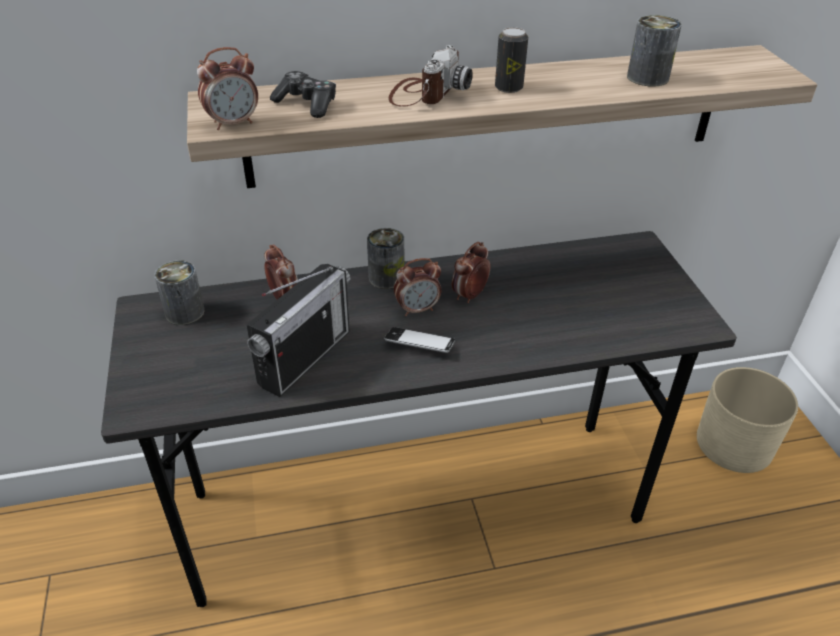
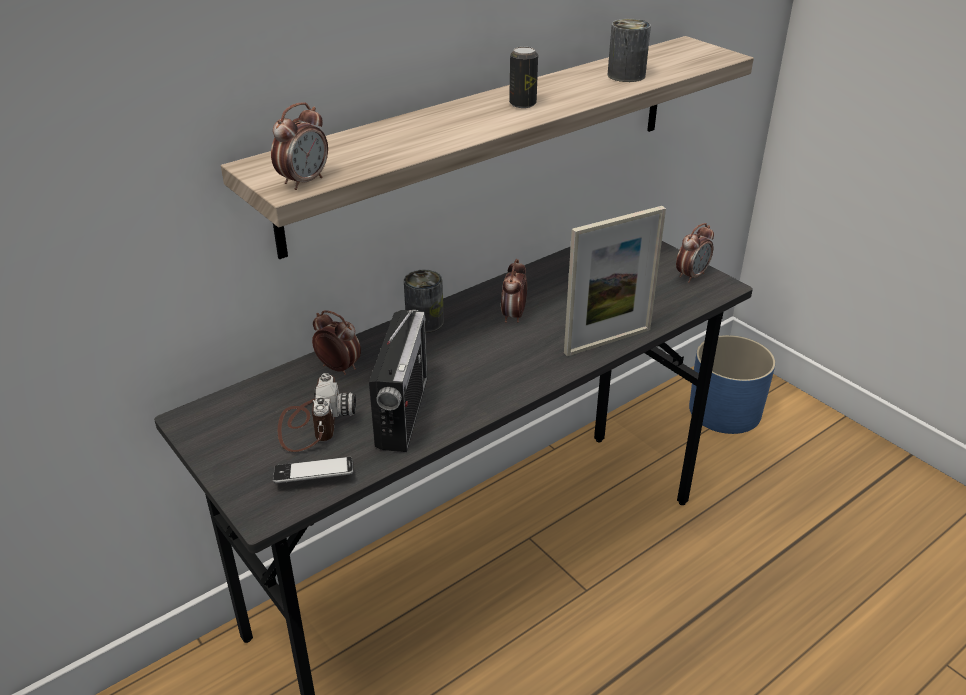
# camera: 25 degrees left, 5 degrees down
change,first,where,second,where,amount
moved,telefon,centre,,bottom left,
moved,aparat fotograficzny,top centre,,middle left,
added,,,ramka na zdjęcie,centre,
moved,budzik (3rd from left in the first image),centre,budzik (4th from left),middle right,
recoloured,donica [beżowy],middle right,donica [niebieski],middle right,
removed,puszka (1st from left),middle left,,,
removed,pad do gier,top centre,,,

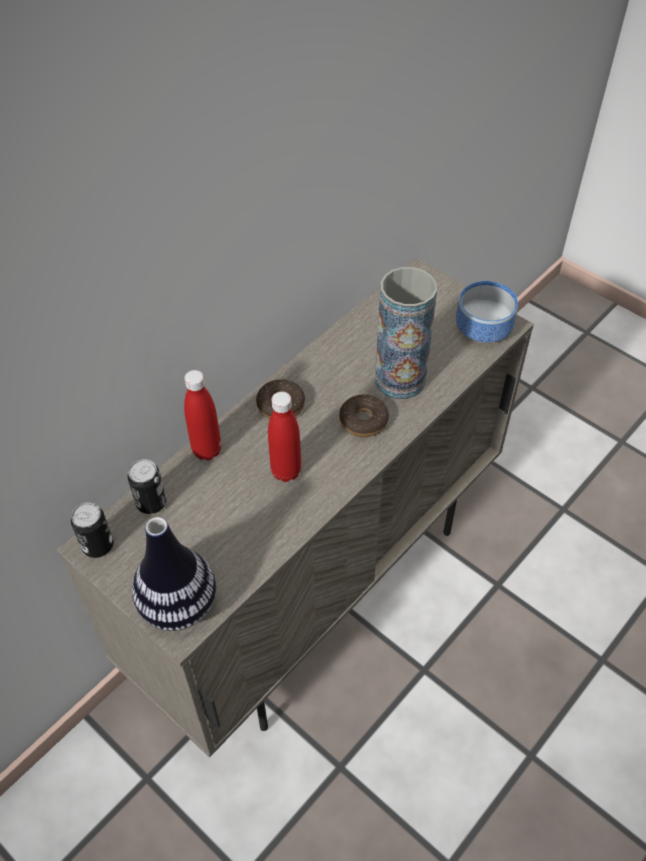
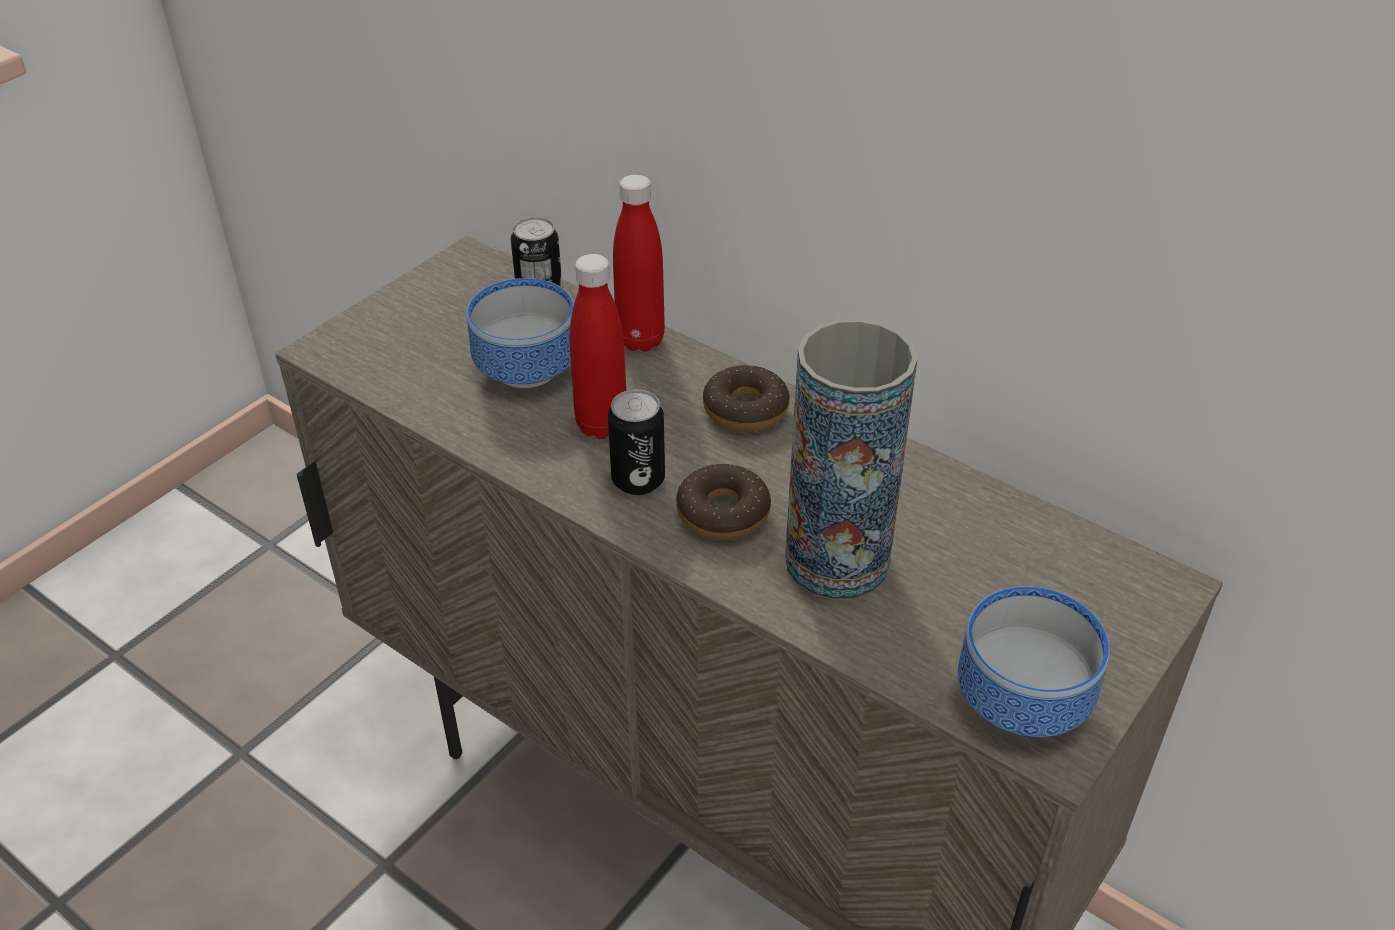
# camera: 85 degrees right, 10 degrees down
change,first,where,second,where,amount
added,,,miska (1st from left),centre,
moved,puszka (1st from left in the first image),middle left,puszka (2nd from left),centre,
removed,wazon (1st from left),bottom left,,,

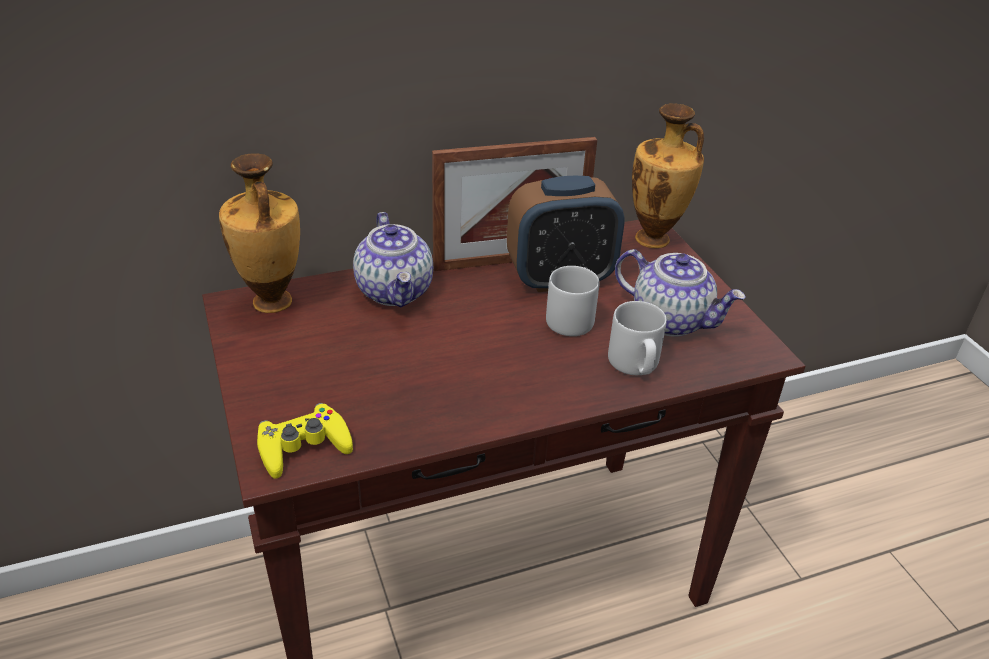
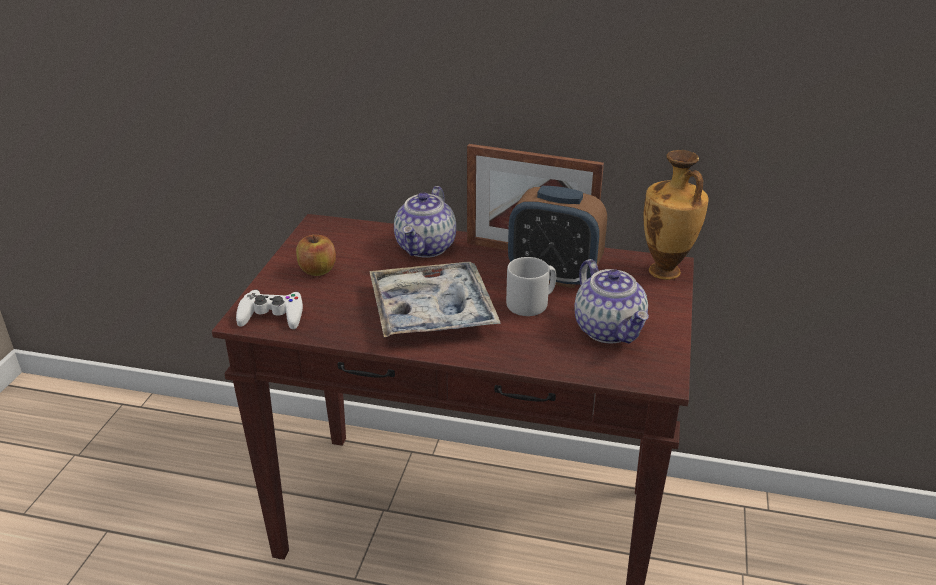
# camera: 35 degrees right, 5 degrees down
change,first,where,second,where,amount
recoloured,pad do gier [żółty],bottom left,pad do gier [biały],middle left,
added,,,jabłko,centre,
added,,,taca,centre,
removed,wazon (1st from left),middle left,,,
removed,kubek [szary] (2nd from left),centre,,,

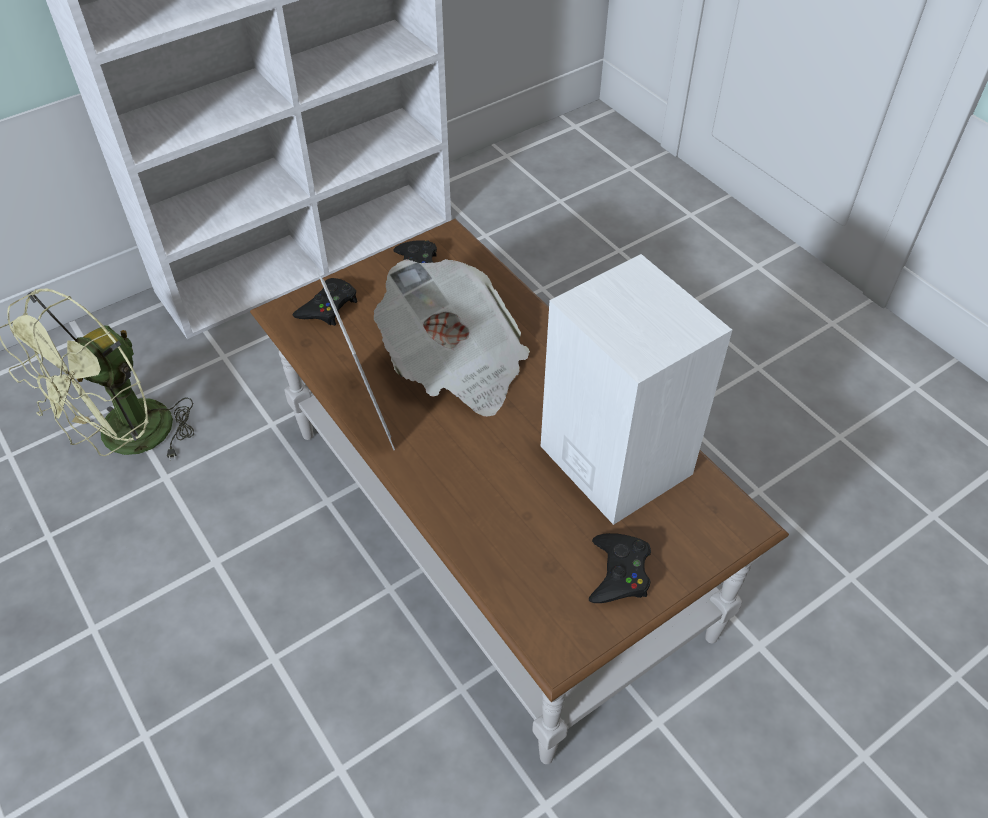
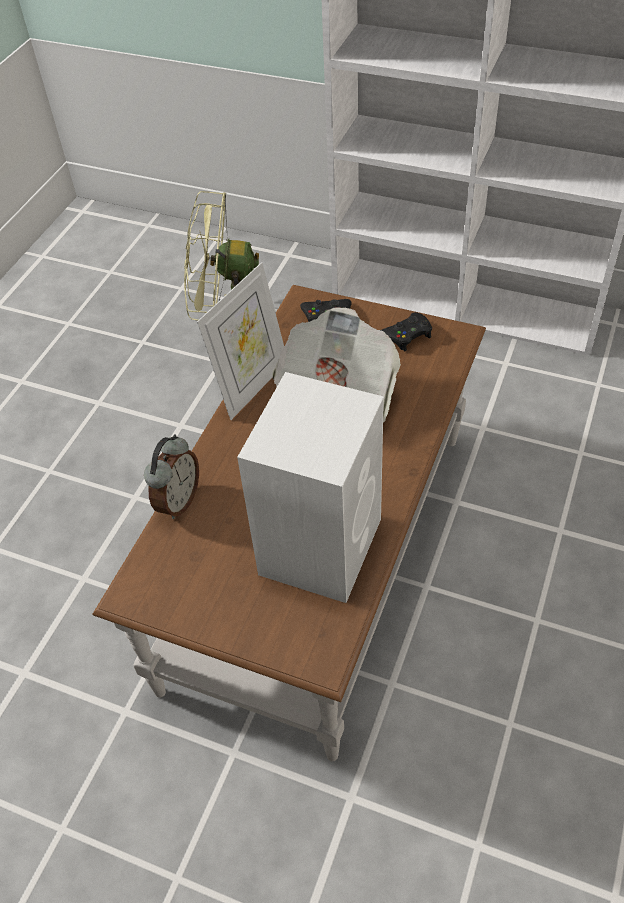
# camera: 60 degrees right, 0 degrees up
change,first,where,second,where,amount
added,,,budzik,middle left,
removed,pad do gier [czarny] (3rd from left),bottom centre,,,

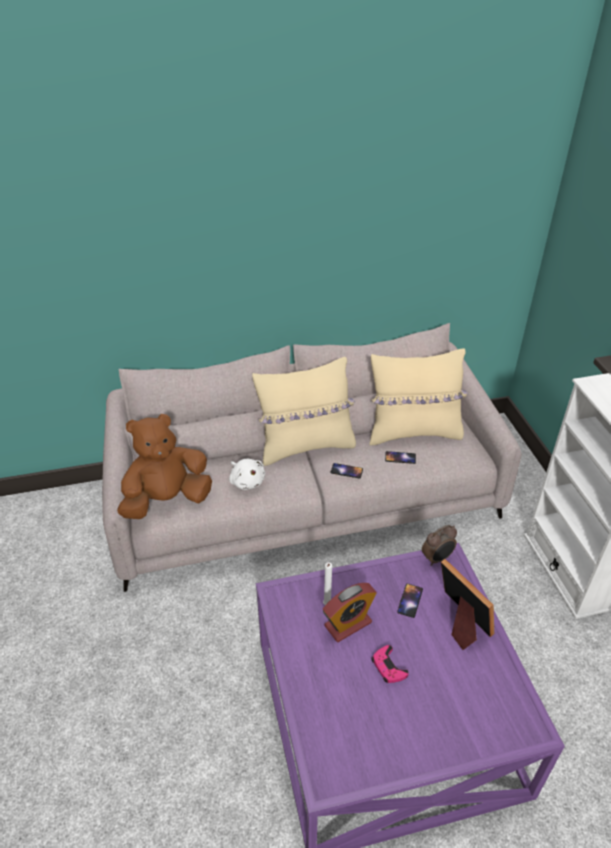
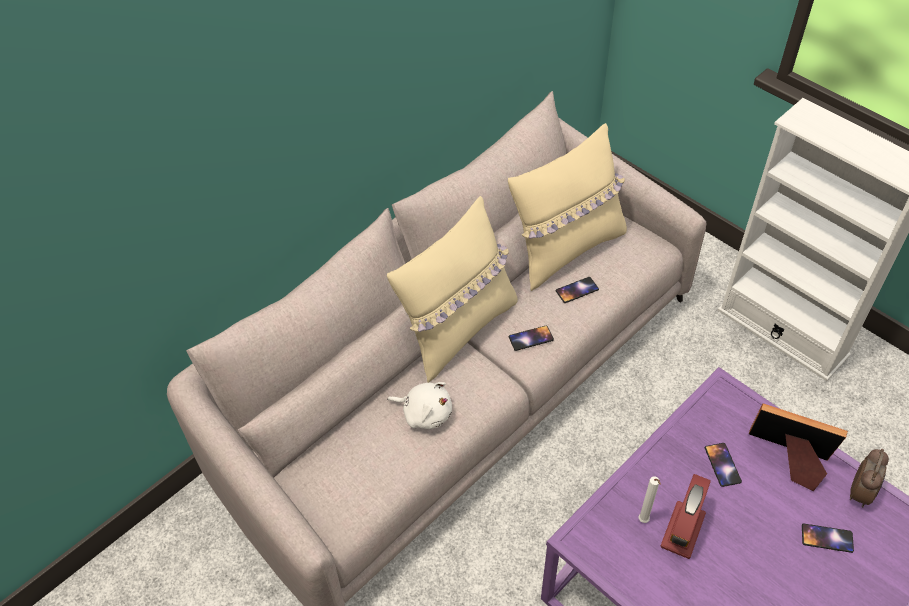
# camera: 30 degrees left, 10 degrees up
change,first,where,second,where,amount
added,,,telefon (4th from left),bottom right,
moved,budzik (2nd from left),middle right,,bottom right,
removed,pluszak [brązowy],middle left,,,
removed,pad do gier [różowy],bottom centre,,,

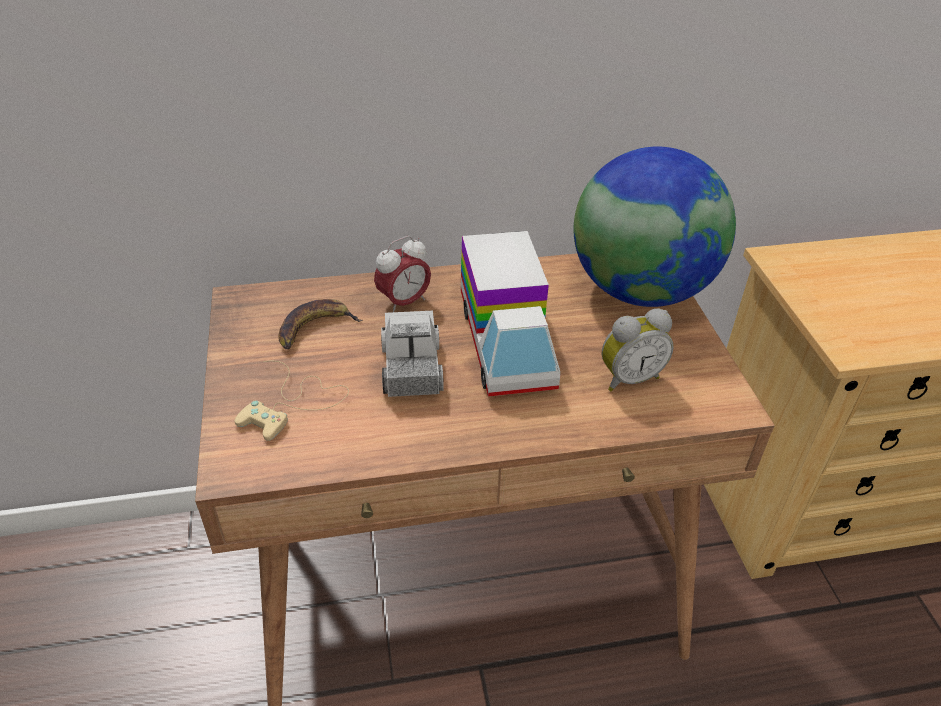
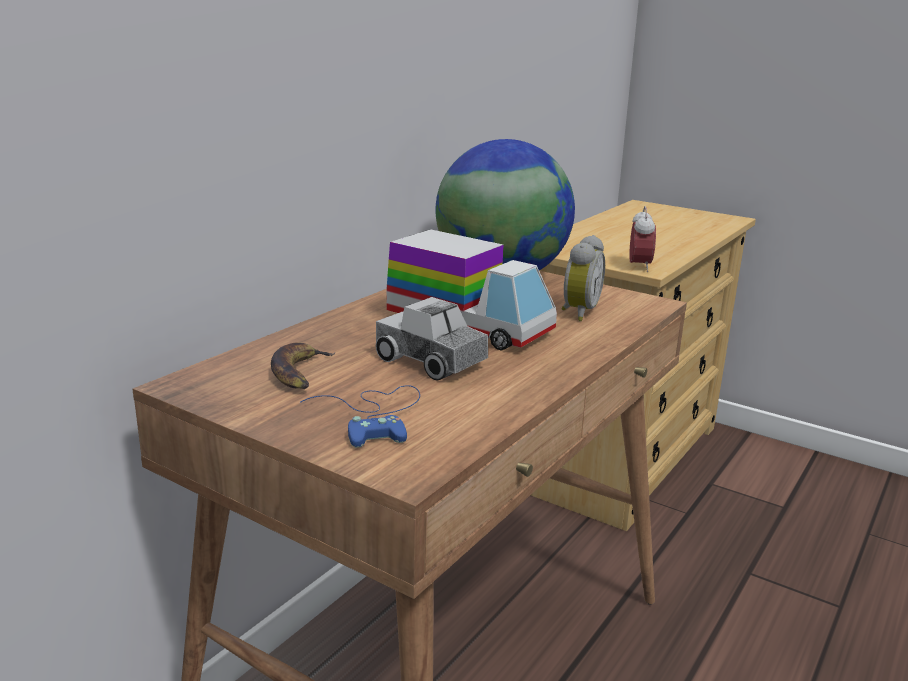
# camera: 45 degrees left, 20 degrees down
change,first,where,second,where,amount
recoloured,pad do gier [beżowy],middle left,pad do gier [niebieski],centre,
moved,budzik (1st from left in the first image),centre,budzik (2nd from left),middle right,

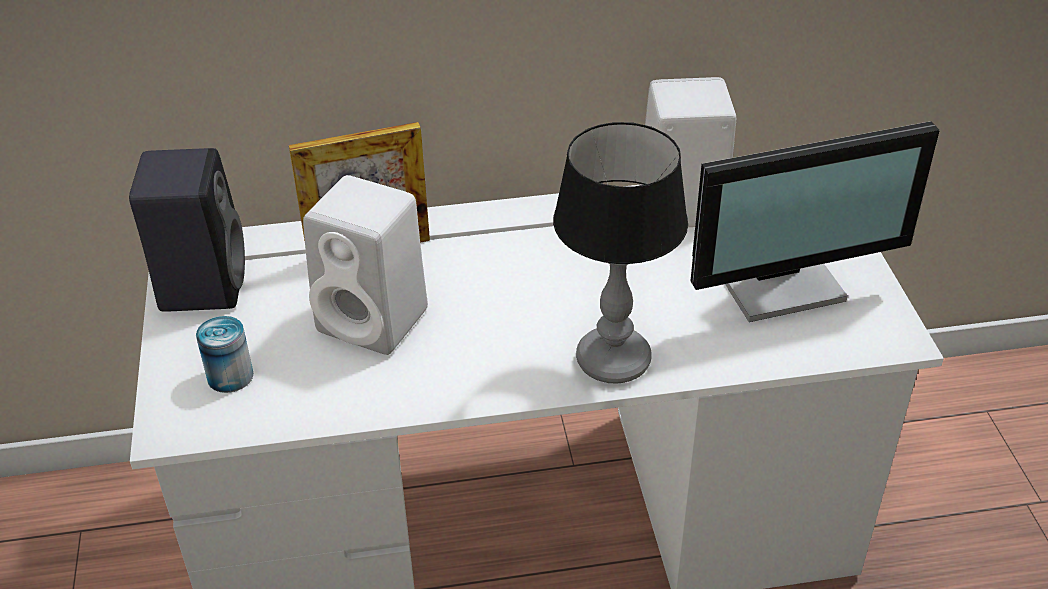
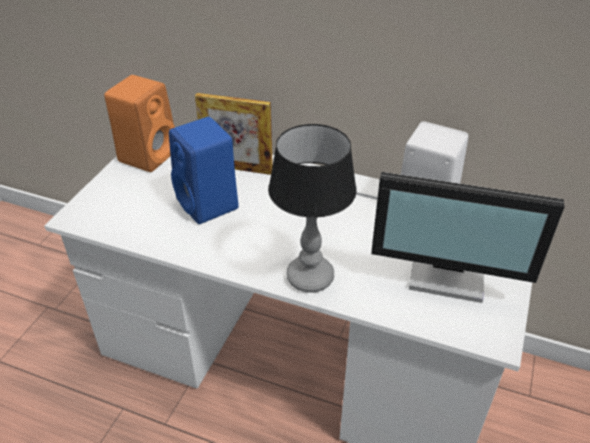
# camera: 30 degrees right, 0 degrees up
change,first,where,second,where,amount
recoloured,głośnik [czarny],middle left,głośnik [pomarańczowy],top left,
recoloured,głośnik [biały] (1st from left),centre,głośnik [niebieski],centre,
removed,puszka,middle left,,,

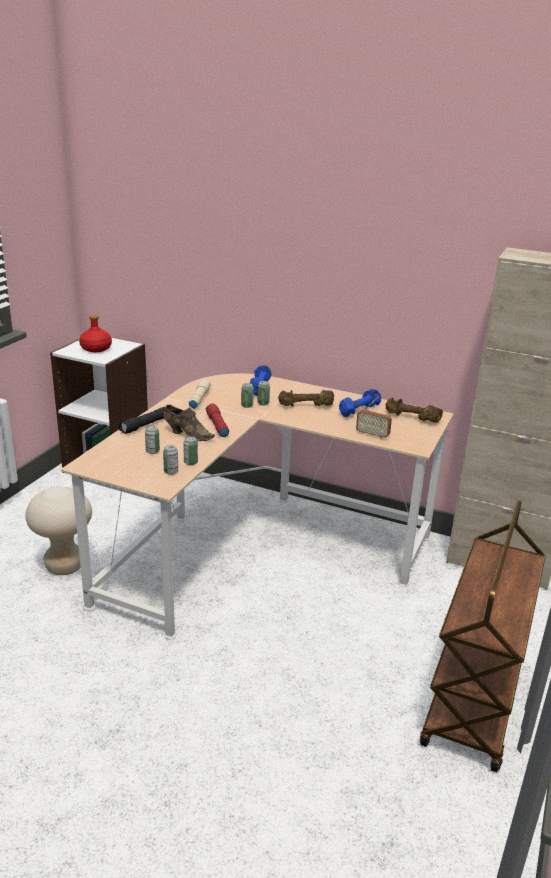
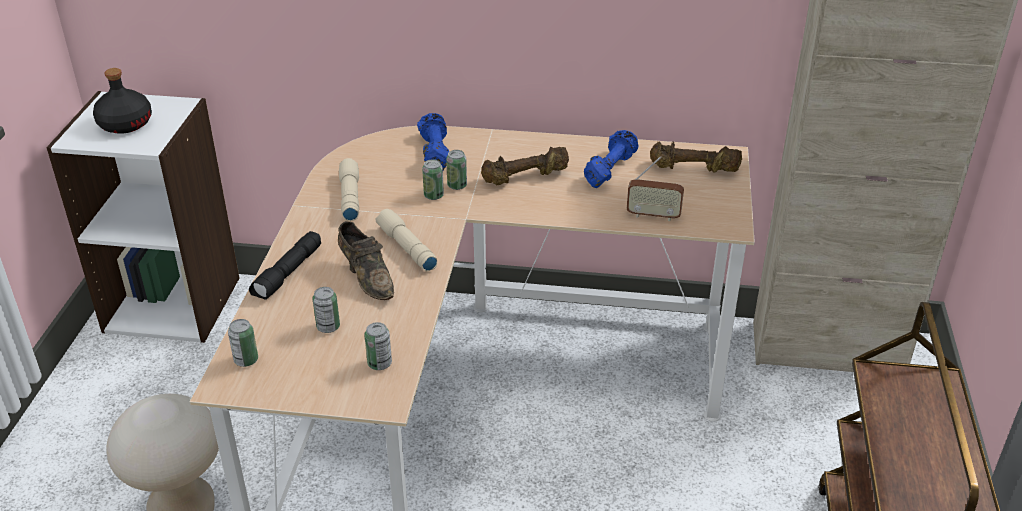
# camera: 15 degrees left, 10 degrees up
change,first,where,second,where,amount
recoloured,butelka [czerwony],middle left,butelka [czarny],top left,
moved,puszka (3rd from left in the first image),centre,puszka (1st from left),bottom left,
turned,but [brązowy],centre,,centre,45 degrees clockwise
recoloured,latarka [czerwony],centre,latarka [beżowy] (2nd from left),centre,

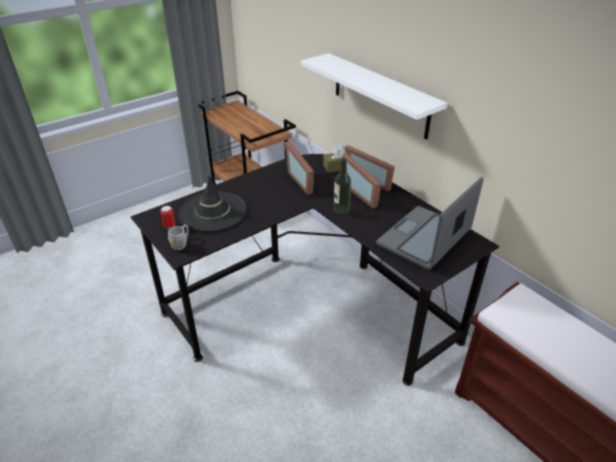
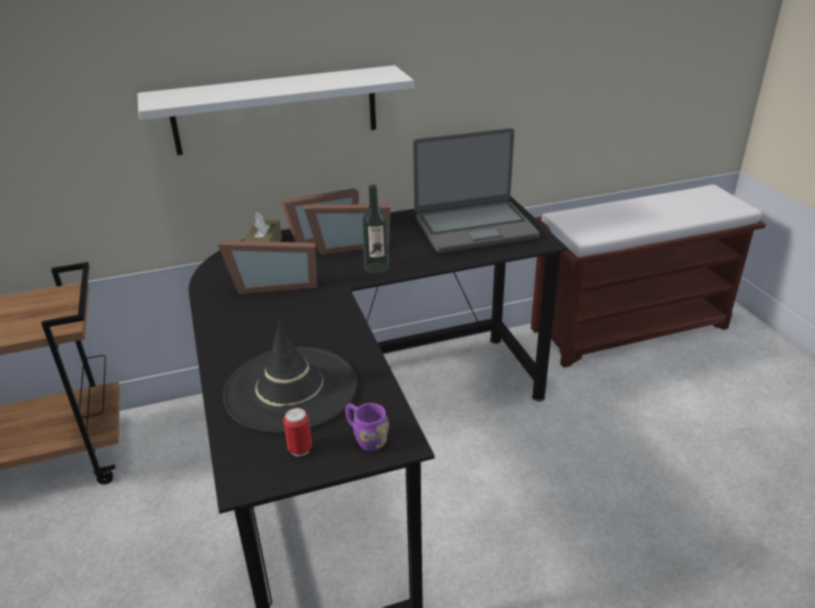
# camera: 70 degrees left, 5 degrees down
change,first,where,second,where,amount
recoloured,kubek [szary],middle left,kubek [fioletowy],bottom centre,
turned,laptop,middle right,,top centre,75 degrees counterclockwise

